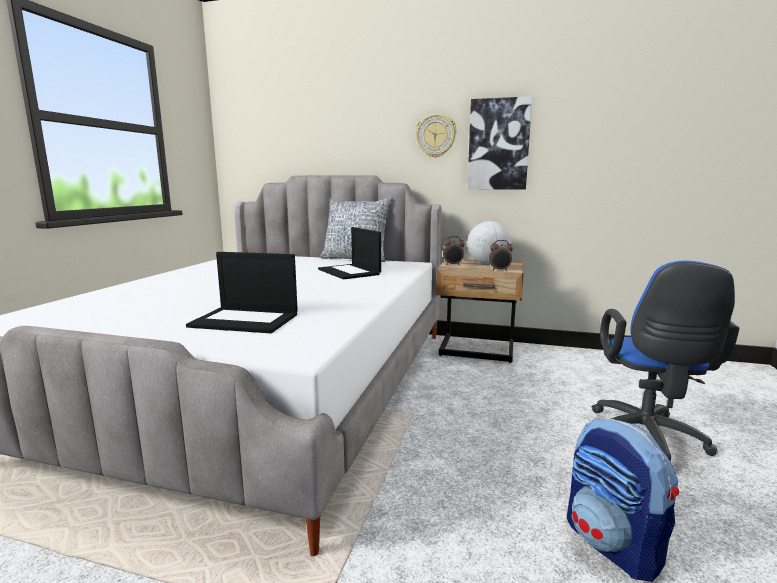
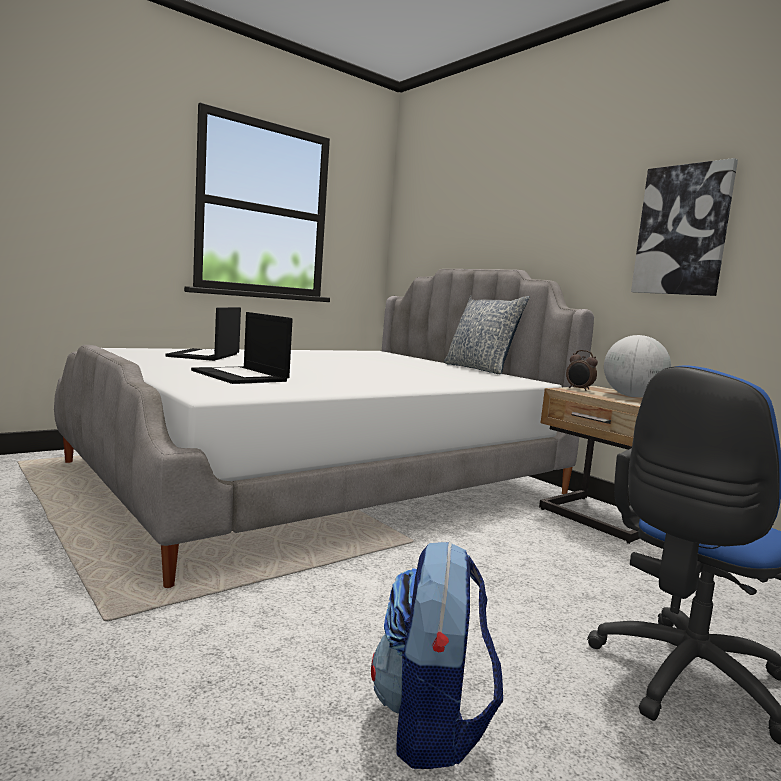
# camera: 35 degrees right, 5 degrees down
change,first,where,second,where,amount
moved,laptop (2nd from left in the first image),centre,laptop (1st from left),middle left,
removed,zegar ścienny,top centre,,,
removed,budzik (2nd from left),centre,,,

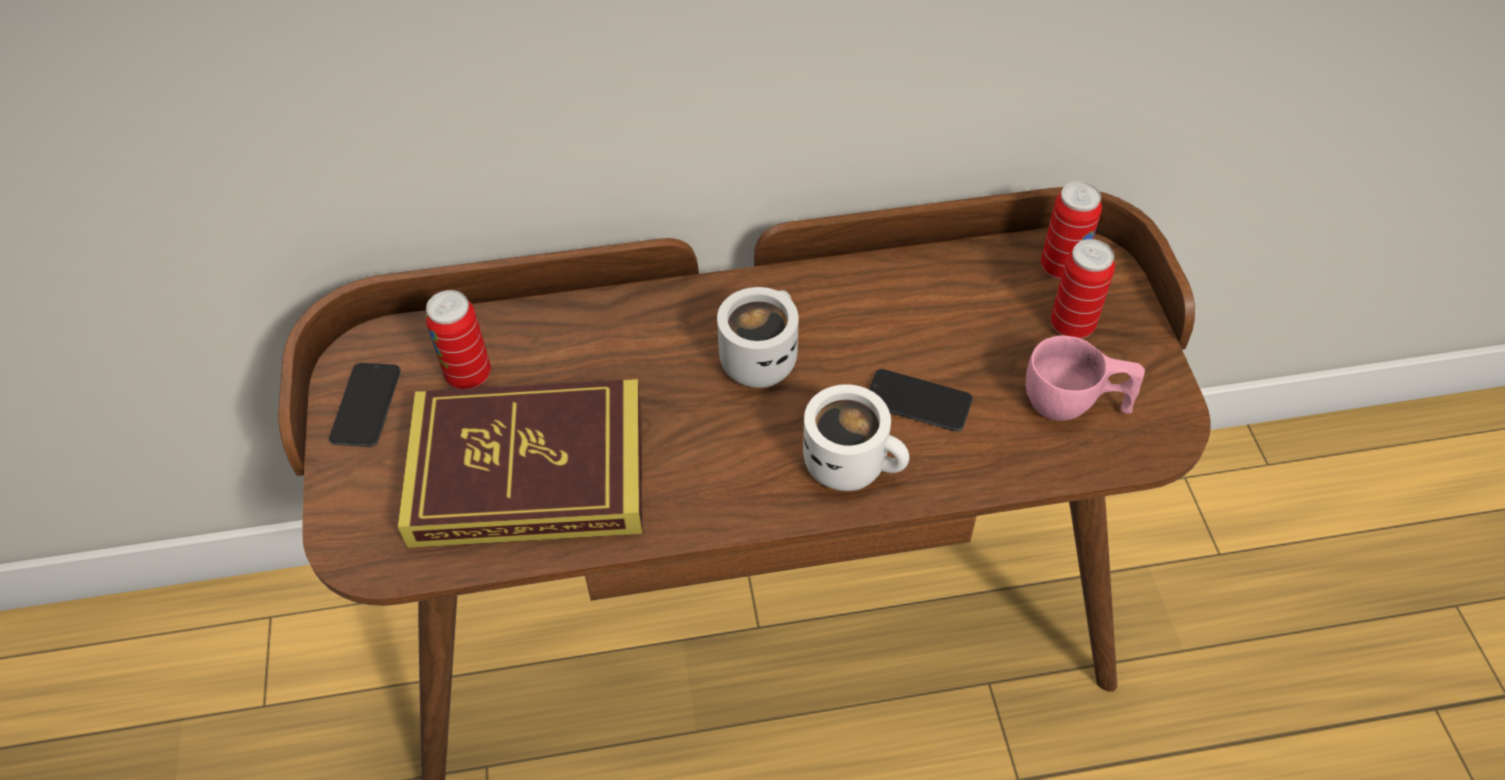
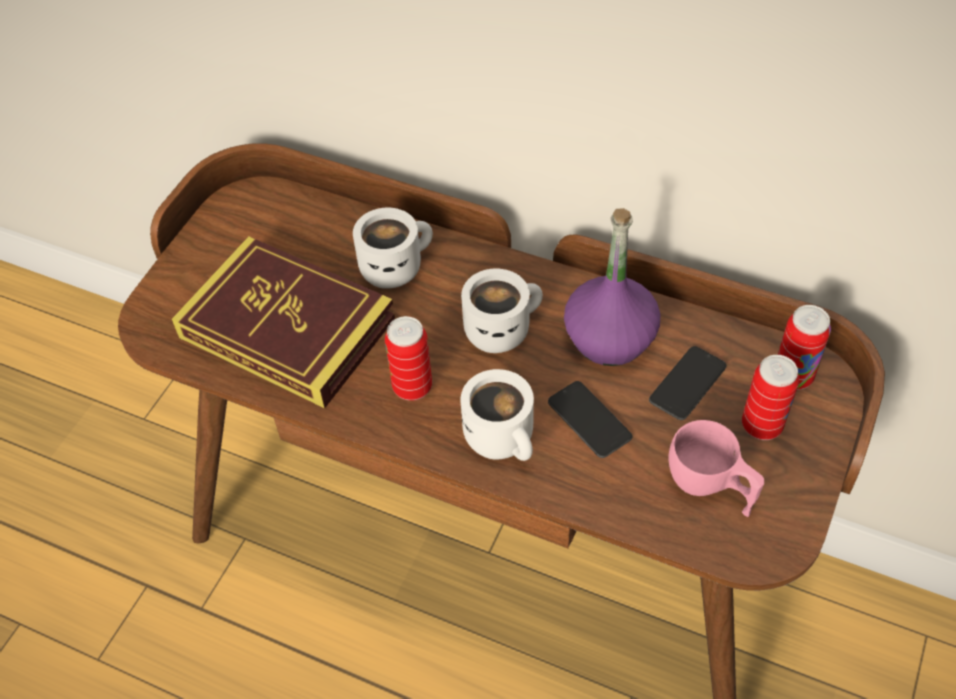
# camera: 35 degrees right, 0 degrees up
change,first,where,second,where,amount
added,,,kubek [biały] (1st from left),centre,
moved,puszka (1st from left),middle left,,centre,
added,,,butelka [fioletowy],centre,
moved,telefon (1st from left in the first image),middle left,telefon (2nd from left),middle right,

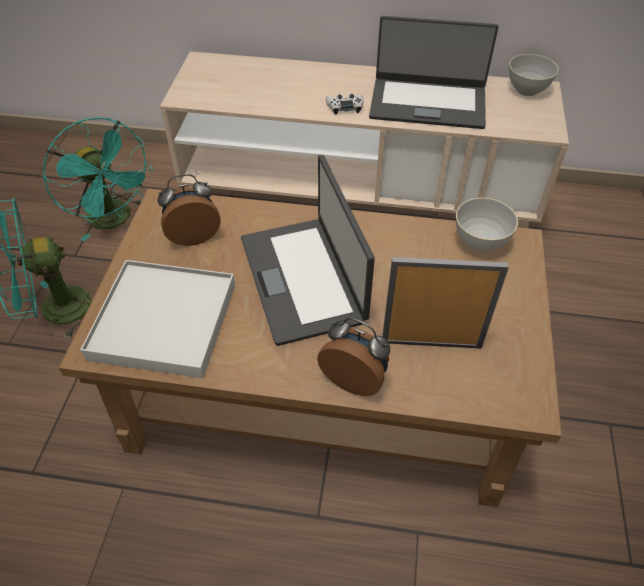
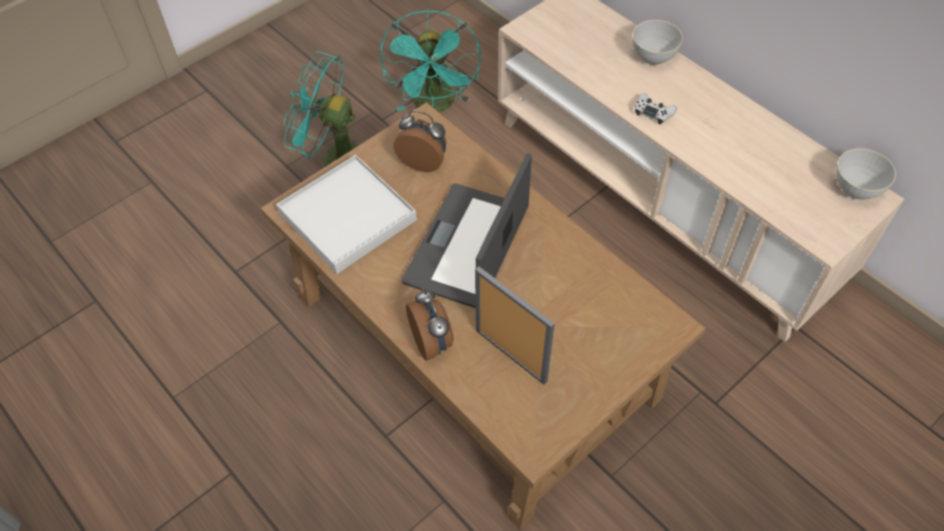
# camera: 40 degrees right, 5 degrees up
change,first,where,second,where,amount
moved,miska [szary] (1st from left),middle right,,top right,
removed,laptop (2nd from left),top right,,,

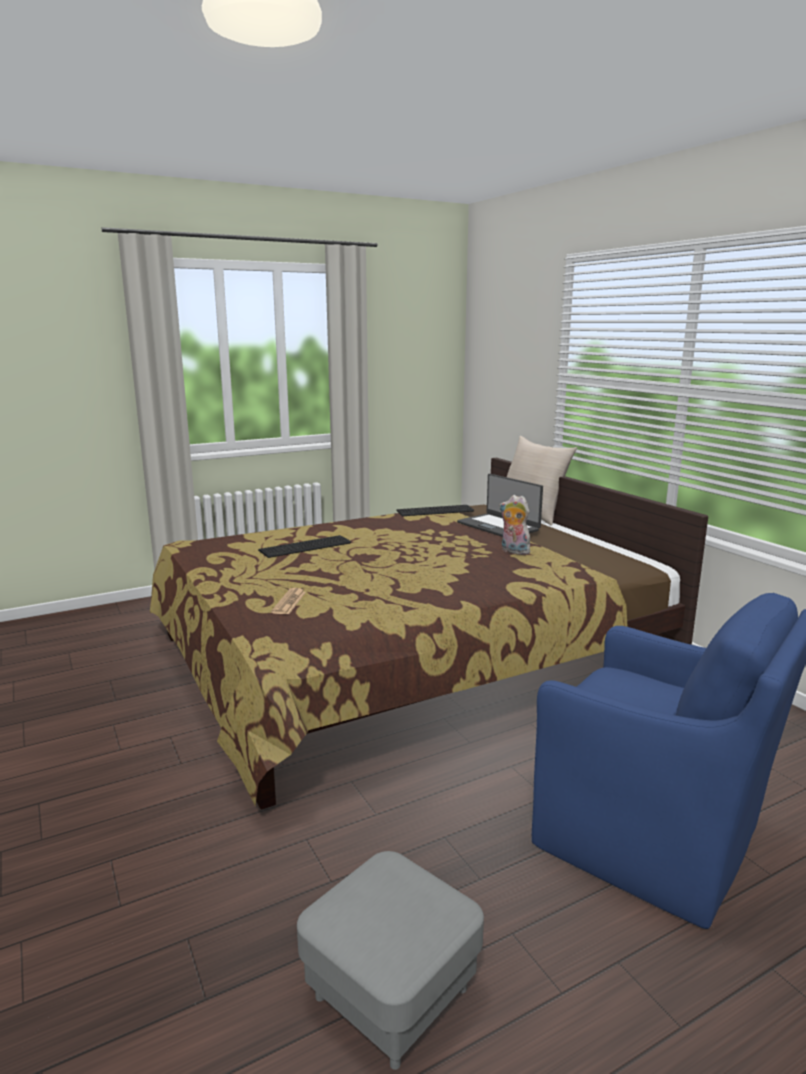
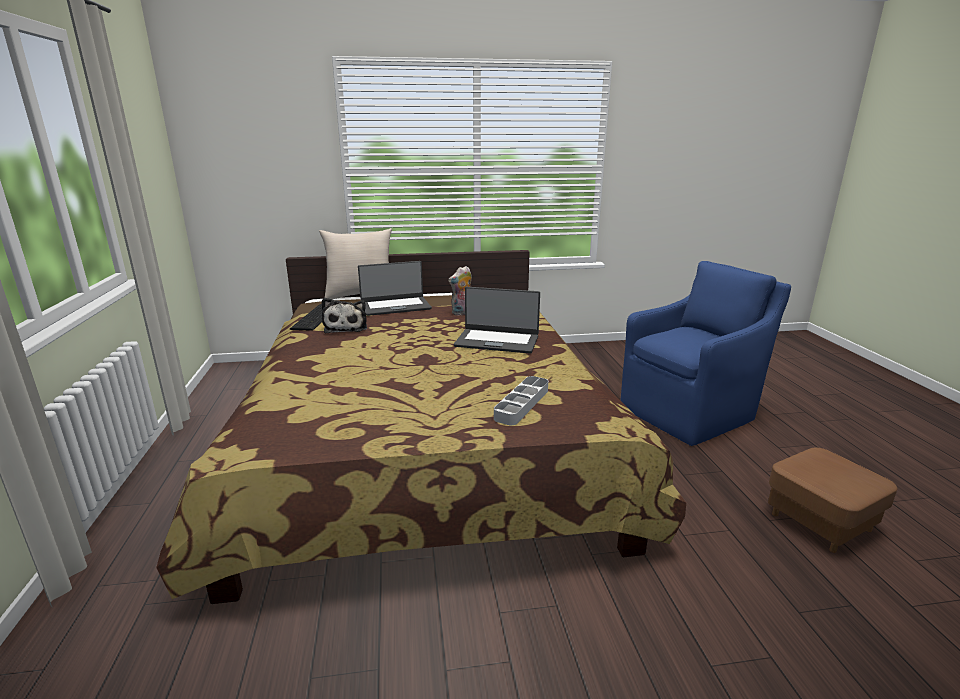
# camera: 70 degrees left, 5 degrees up
change,first,where,second,where,amount
added,,,pluszak (1st from left),centre,
added,,,laptop (2nd from left),centre,
replaced,gazeta,centre,taca [szary],centre,
recoloured,pufa [szary],bottom centre,pufa [brązowy],bottom right,
removed,klawiatura (1st from left),centre,,,

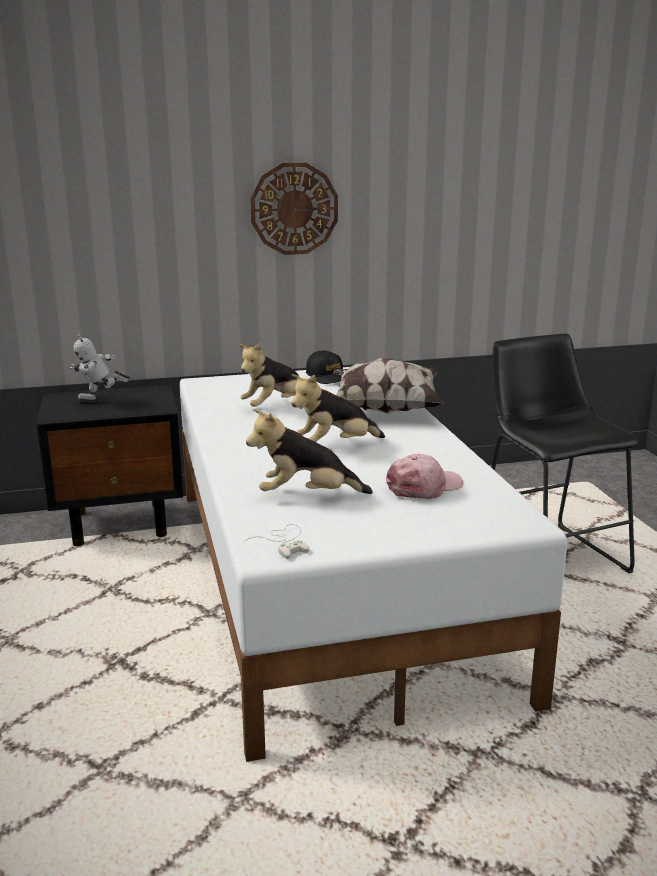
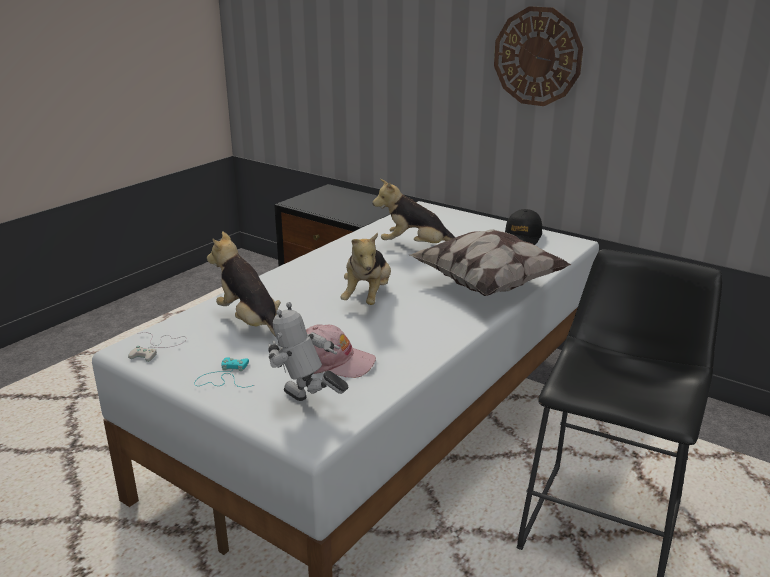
# camera: 50 degrees right, 5 degrees up
change,first,where,second,where,amount
added,,,pad do gier [turkusowy],middle left,
moved,robot zabawkowy,middle left,,centre,
turned,pluszak (3rd from left in the first image),centre,pluszak (2nd from left),centre,105 degrees counterclockwise

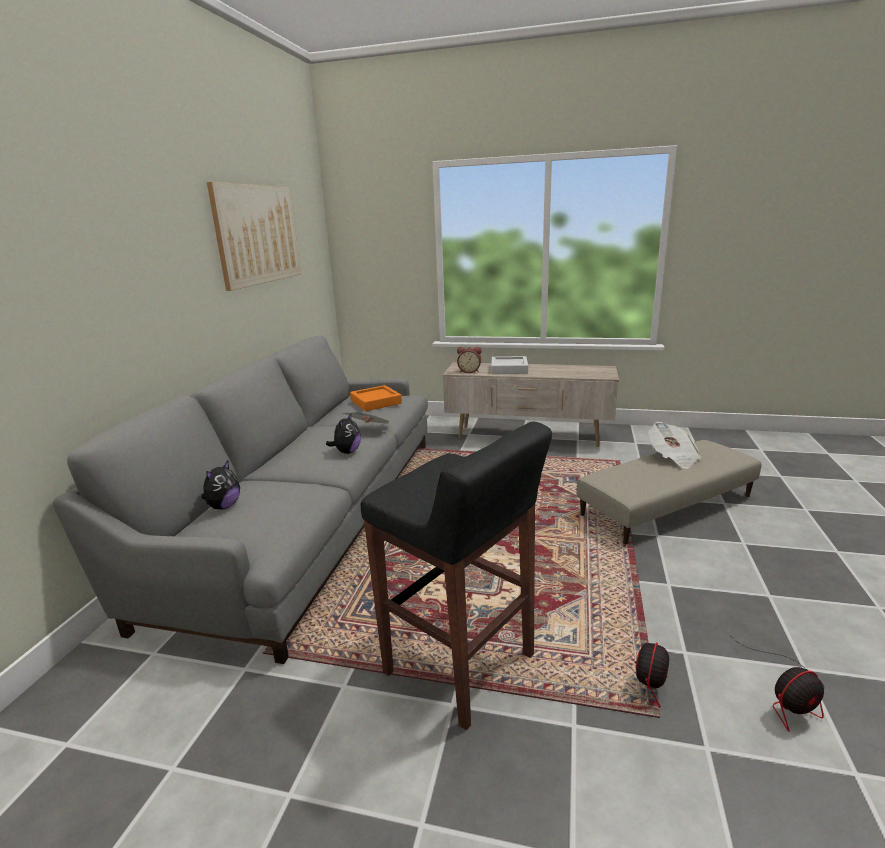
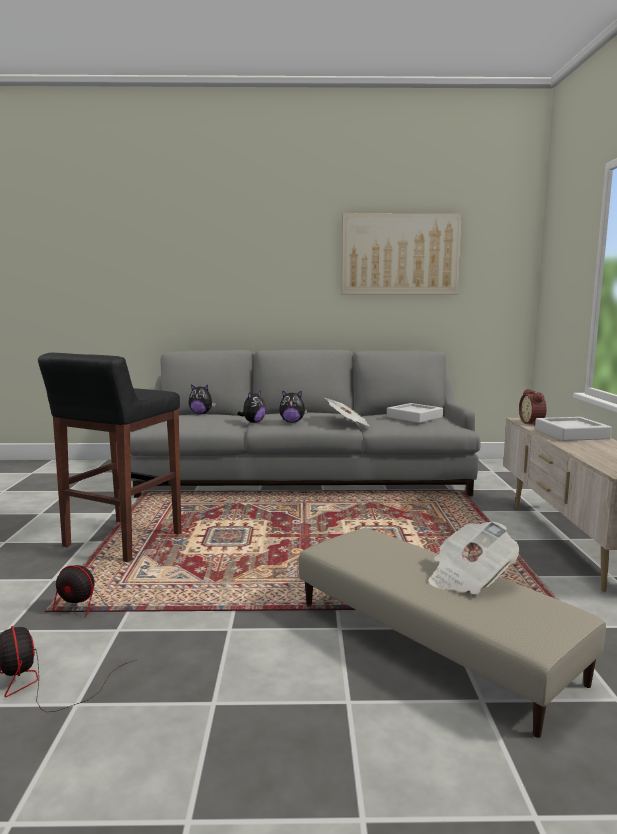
# camera: 75 degrees right, 10 degrees down
change,first,where,second,where,amount
added,,,pluszak (2nd from left),centre,
recoloured,taca [pomarańczowy],centre,taca [szary] (1st from left),middle right,

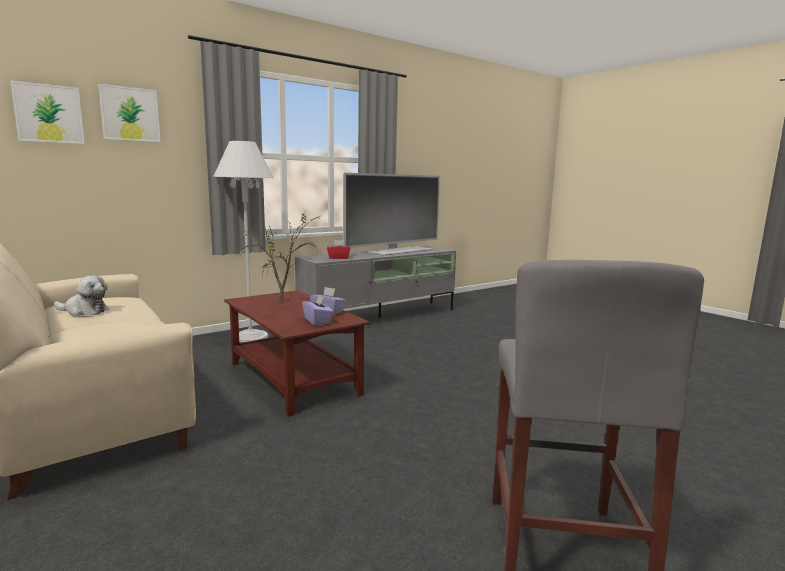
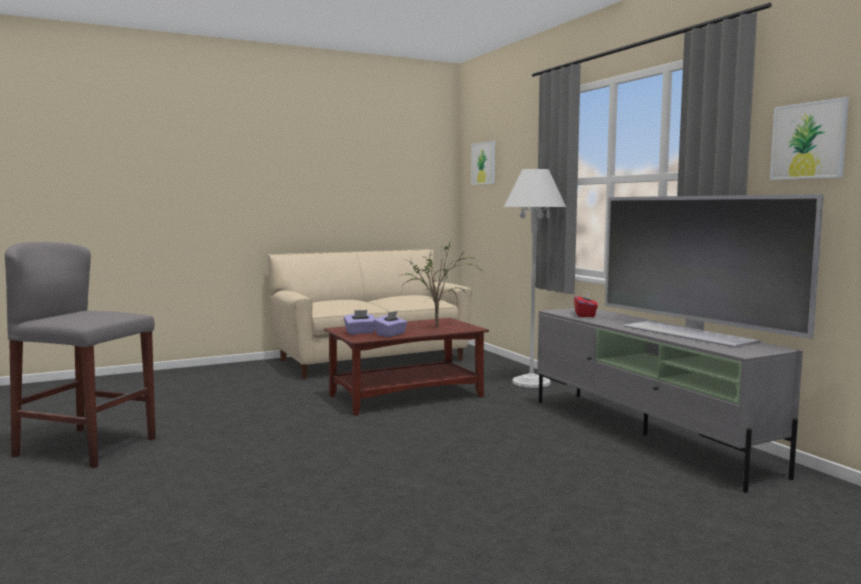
# camera: 100 degrees right, 5 degrees down
change,first,where,second,where,amount
moved,obraz (2nd from left),top left,,top right,
removed,pluszak,middle left,,,

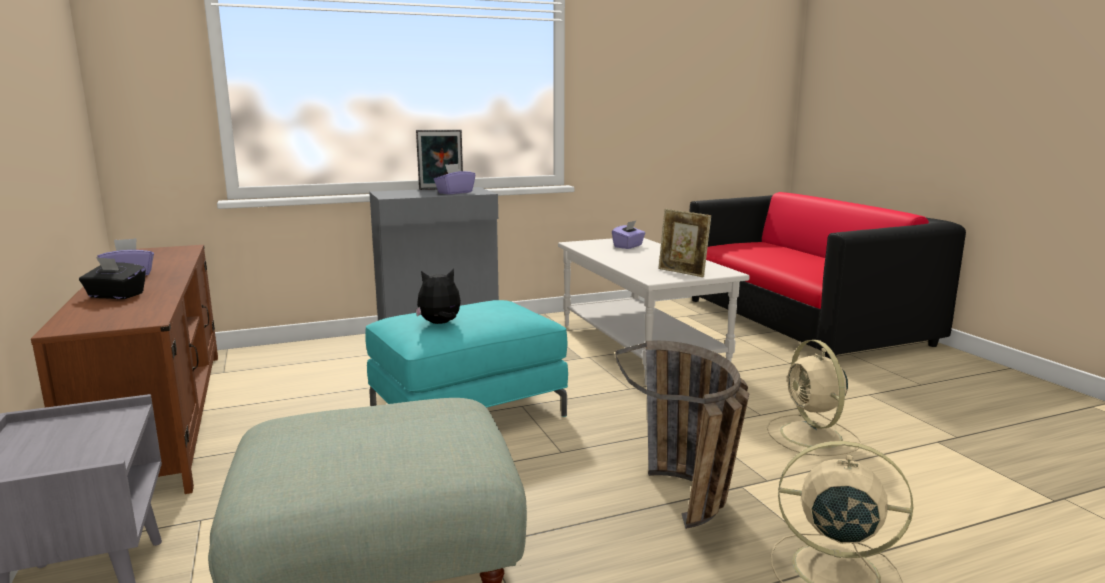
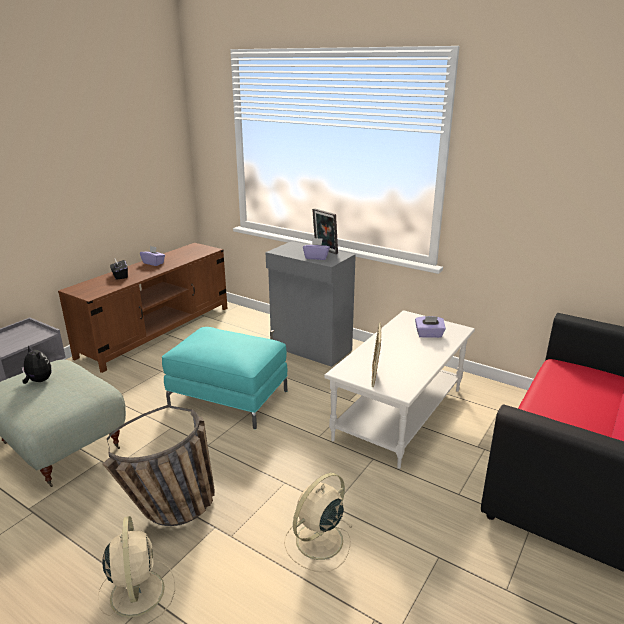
# camera: 55 degrees right, 10 degrees up
change,first,where,second,where,amount
moved,pluszak,centre,,middle left,

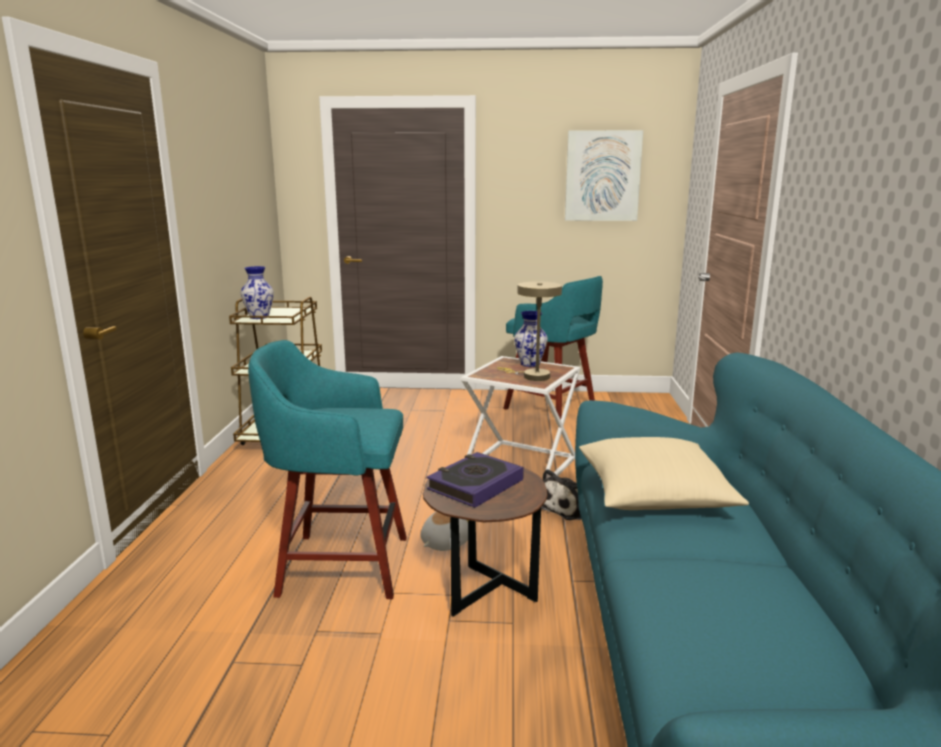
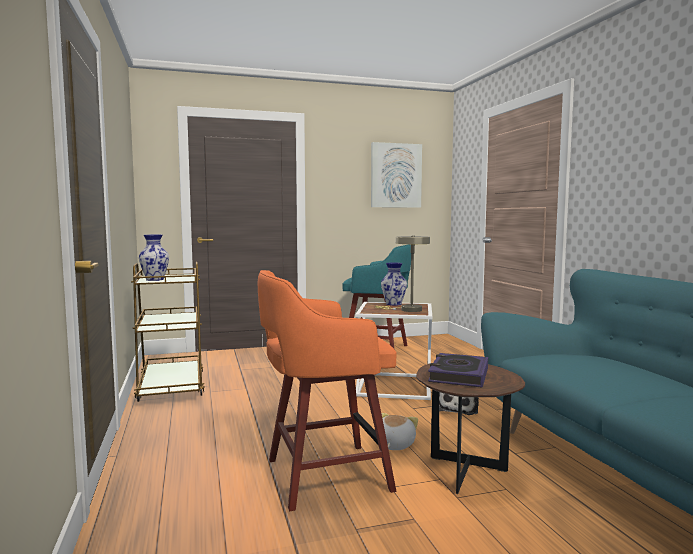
# camera: 20 degrees left, 10 degrees down
change,first,where,second,where,amount
recoloured,stołek [turkusowy] (1st from left),centre,stołek [pomarańczowy],bottom centre,
removed,poduszka [beżowy],middle right,,,

